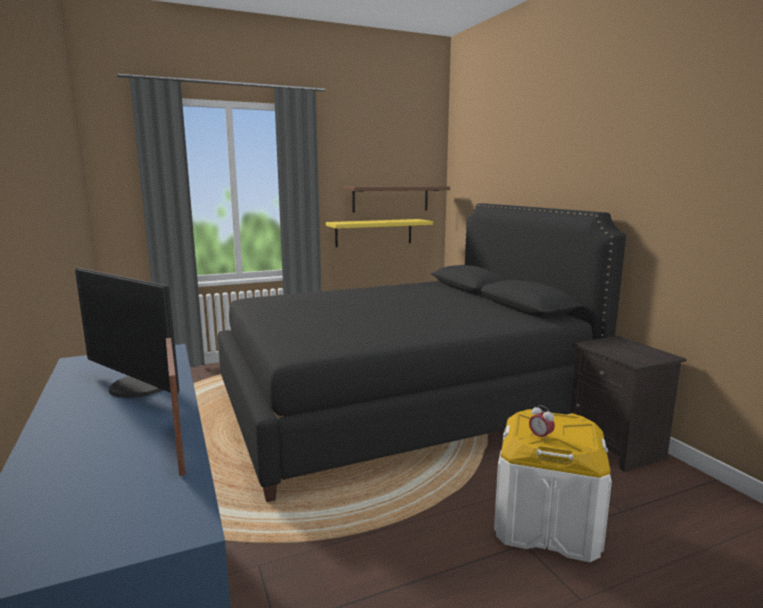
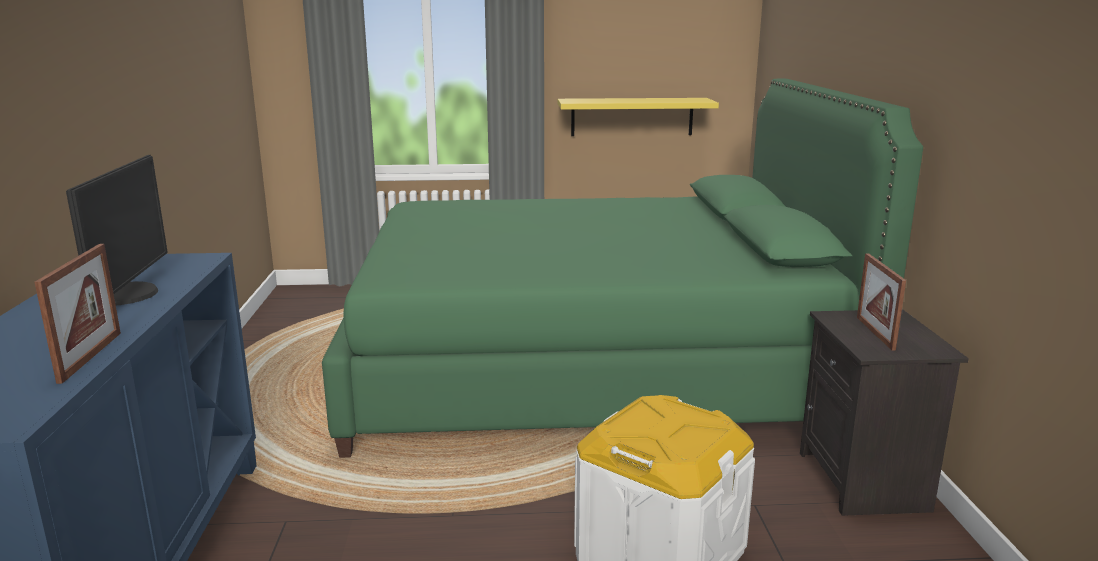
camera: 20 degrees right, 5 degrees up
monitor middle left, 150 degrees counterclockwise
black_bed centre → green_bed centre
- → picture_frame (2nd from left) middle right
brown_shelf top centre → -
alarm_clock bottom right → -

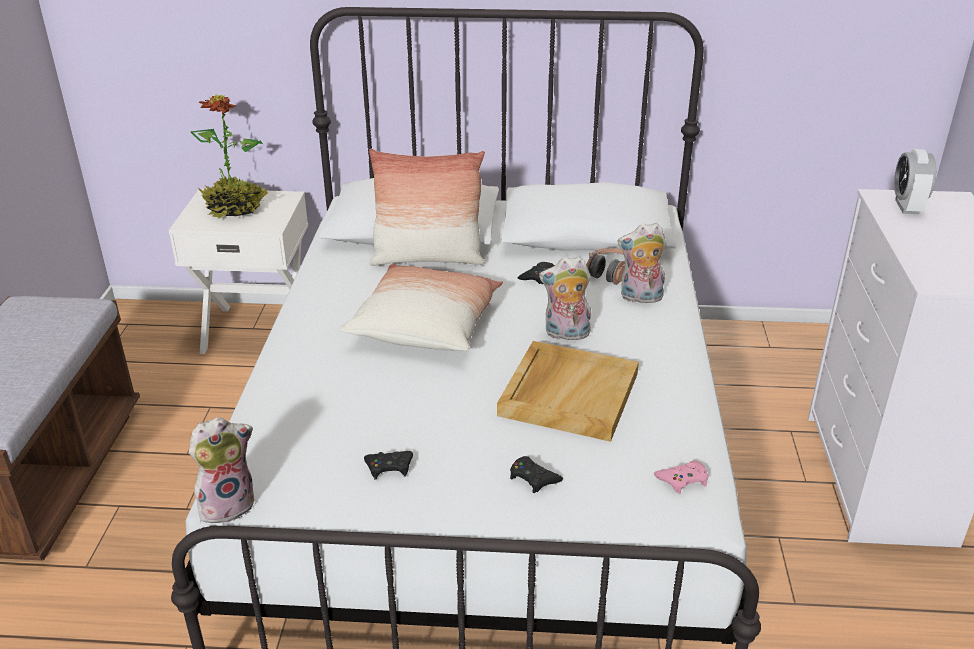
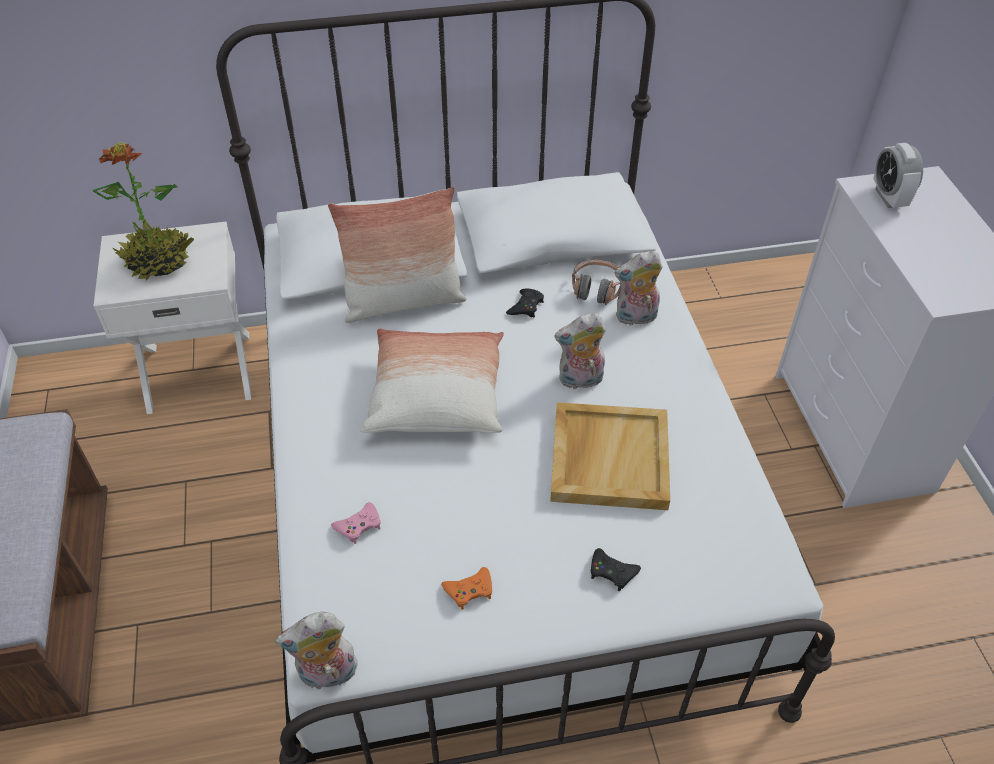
camera: 15 degrees left, 15 degrees up
plush_toy (1st from left) bottom left, 150 degrees counterclockwise
pink_game_controller bottom right → pink_game_controller bottom centre, move
black_game_controller (1st from left) bottom centre → orange_game_controller bottom centre

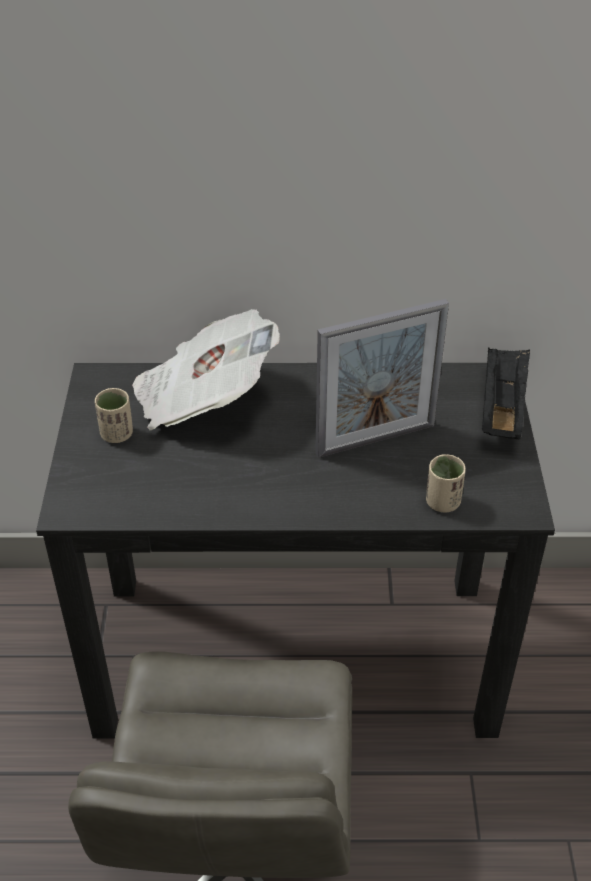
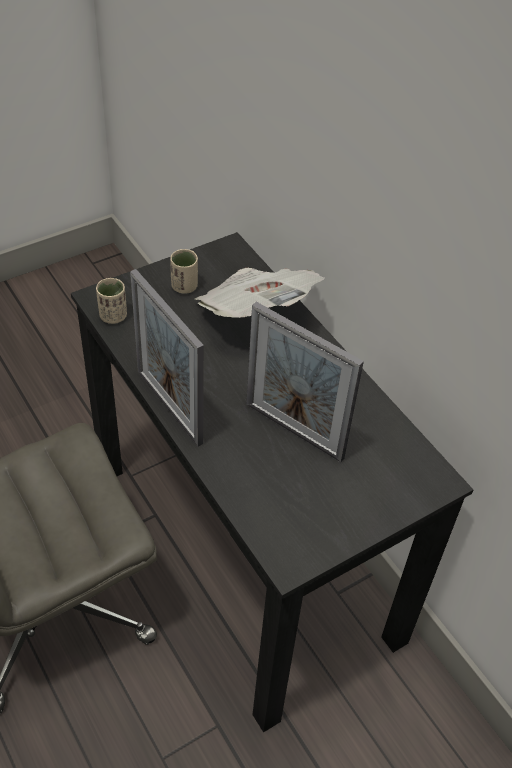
camera: 55 degrees right, 5 degrees up
beige_cup (2nd from left in the first image) middle right → beige_cup (1st from left) middle left, move
- → picture_frame (1st from left) middle left
black_tray middle right → -

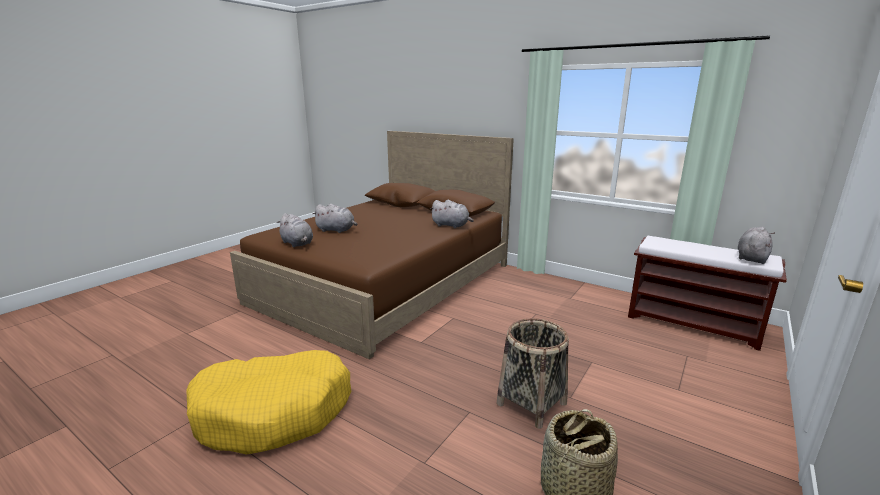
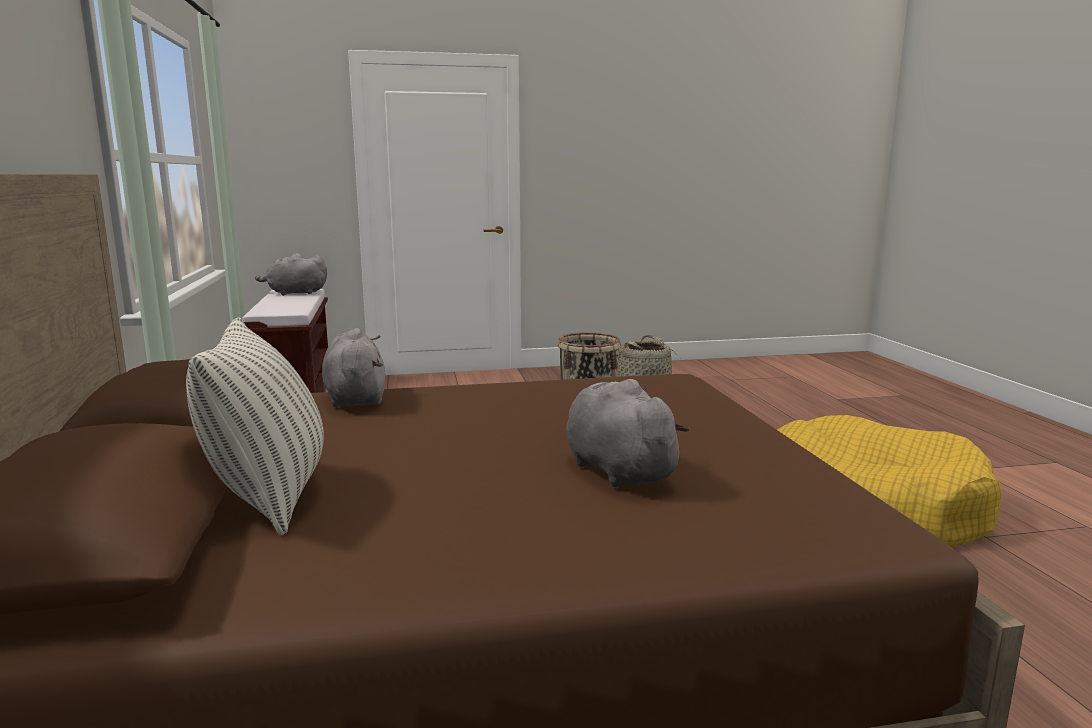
camera: 135 degrees left, 5 degrees down
- → pillow middle left
grey_plush_toy (1st from left) centre → -

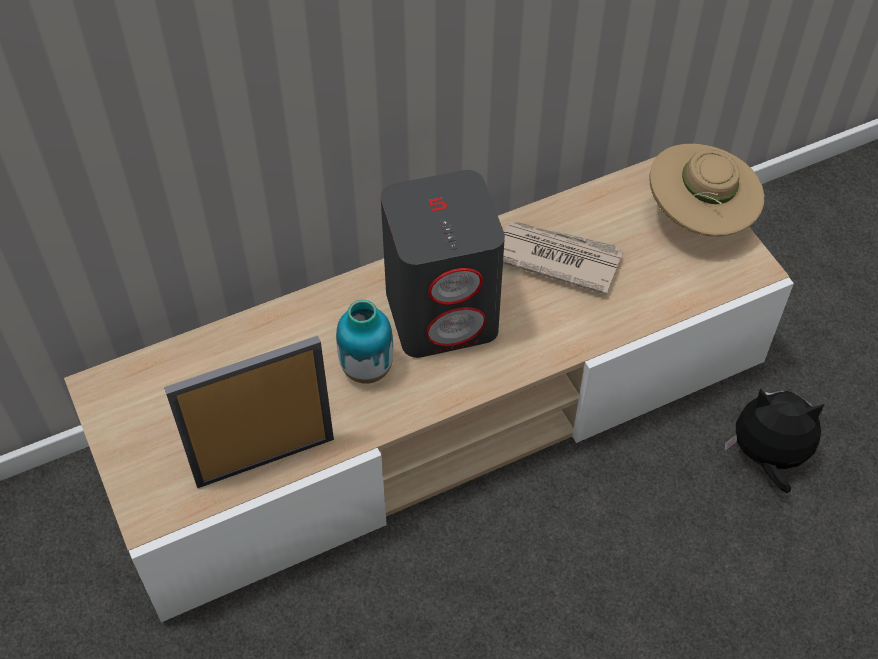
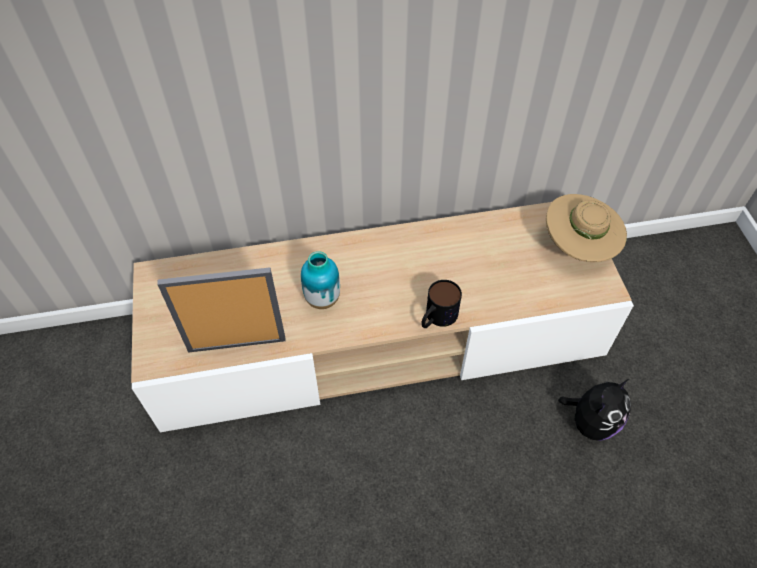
camera: 15 degrees right, 0 degrees up
- → mug centre
plush_toy bottom right, 105 degrees clockwise
grey_speaker centre → -
newspaper centre → -

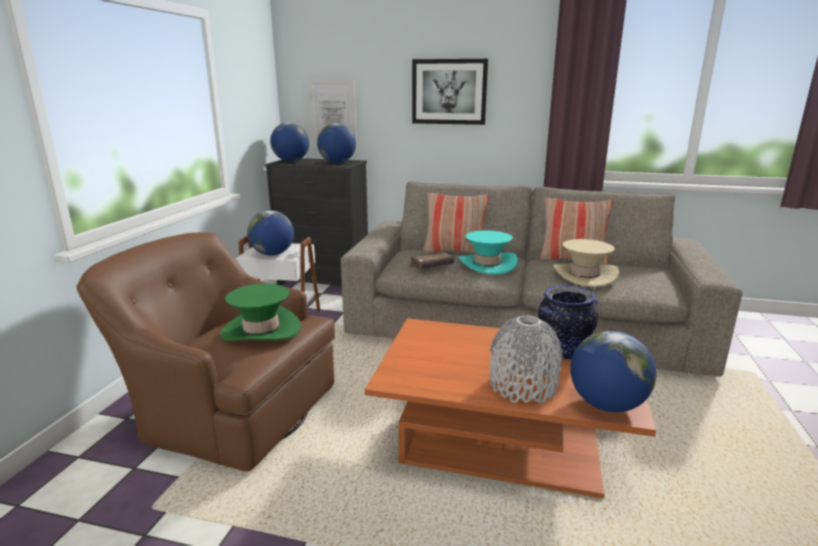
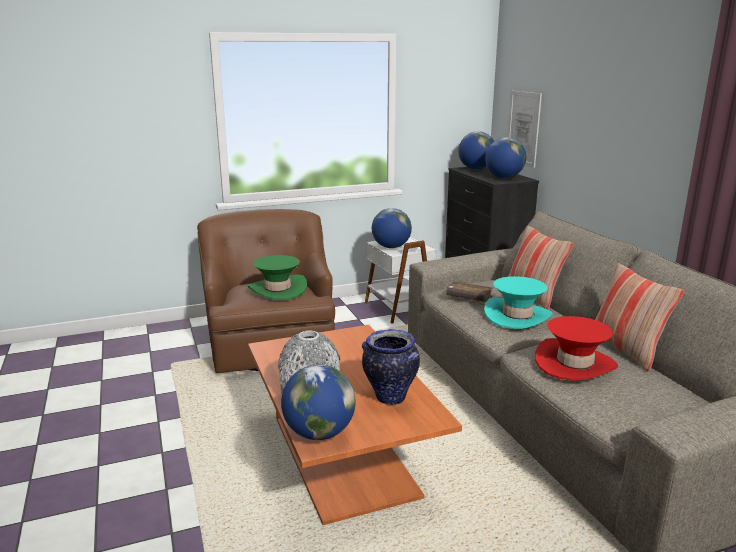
camera: 55 degrees right, 0 degrees up
beige_hat middle right → red_hat middle right
picture (2nd from left) top centre → -

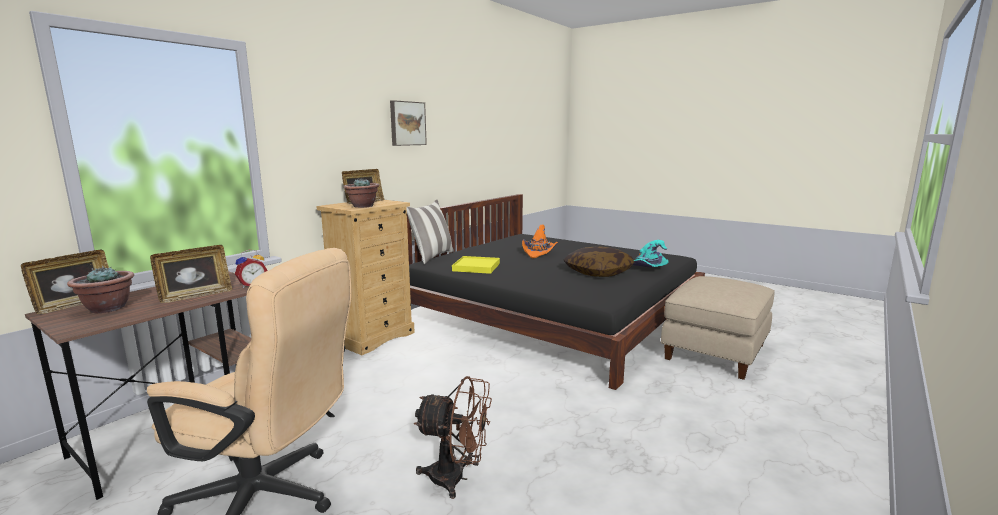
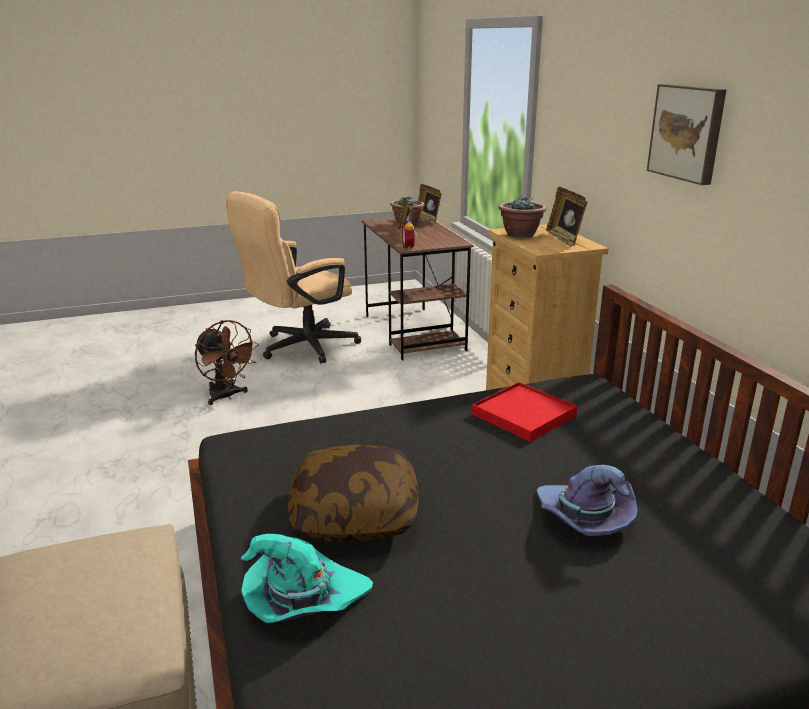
camera: 125 degrees right, 10 degrees up
brown_fan bottom centre → brown_fan middle left, 90 degrees counterclockwise
yellow_tray centre → red_tray centre
orange_hat centre → purple_hat bottom right
pillow (1st from left) centre → -

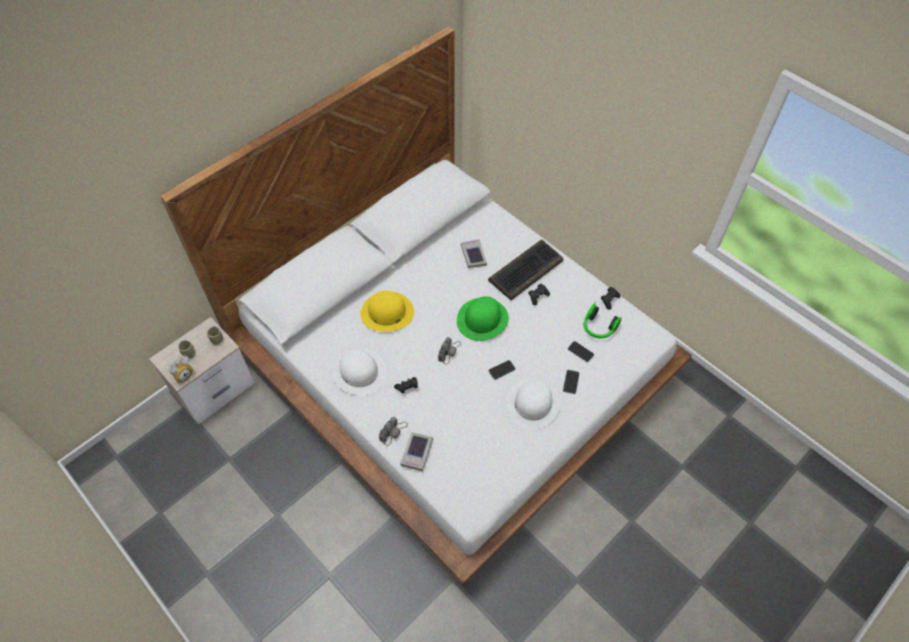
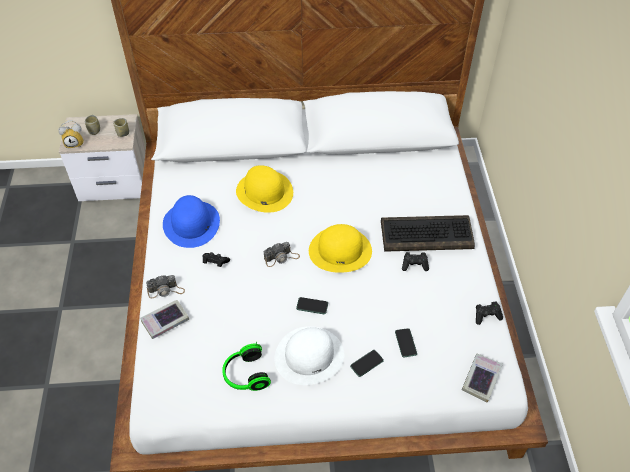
camera: 40 degrees right, 5 degrees down
white_hat (1st from left) centre → blue_hat middle left
headphones centre → headphones bottom centre, move
green_hat centre → yellow_hat (2nd from left) centre
book (2nd from left) centre → book (2nd from left) bottom right, move

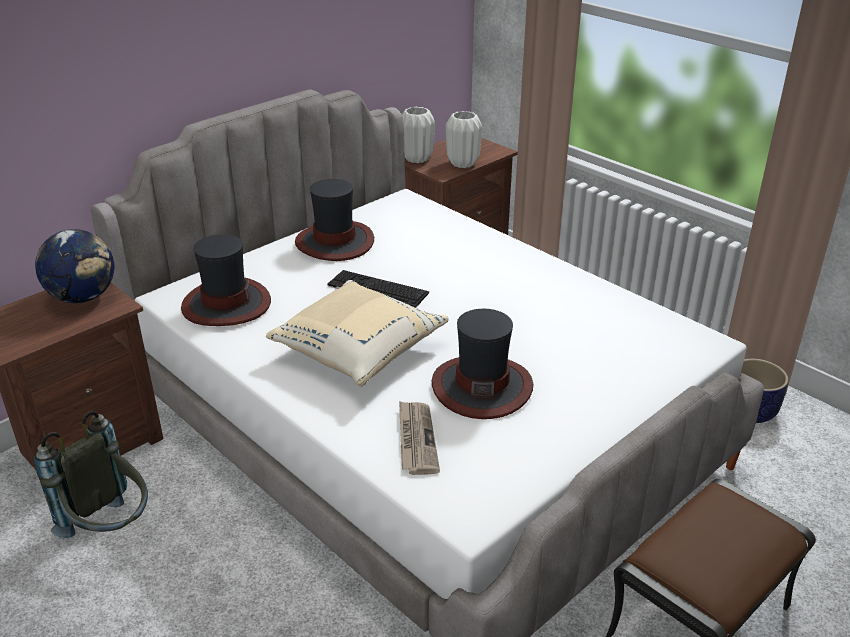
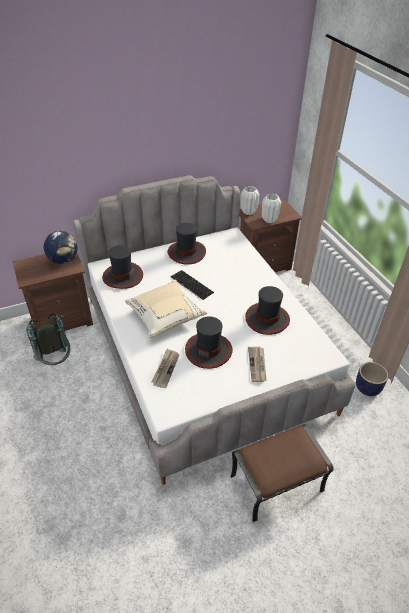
camera: 20 degrees right, 10 degrees up
- → hat (4th from left) centre
- → newspaper (2nd from left) centre

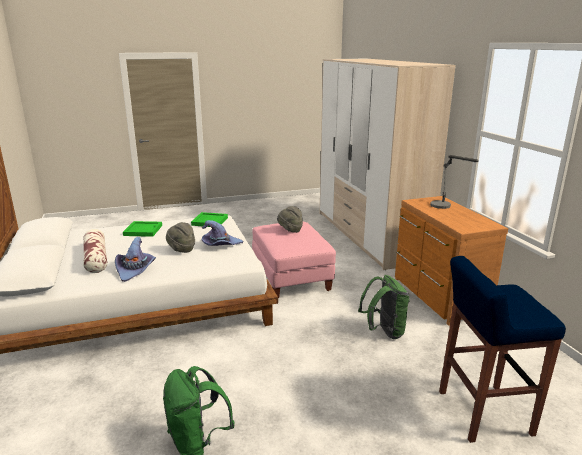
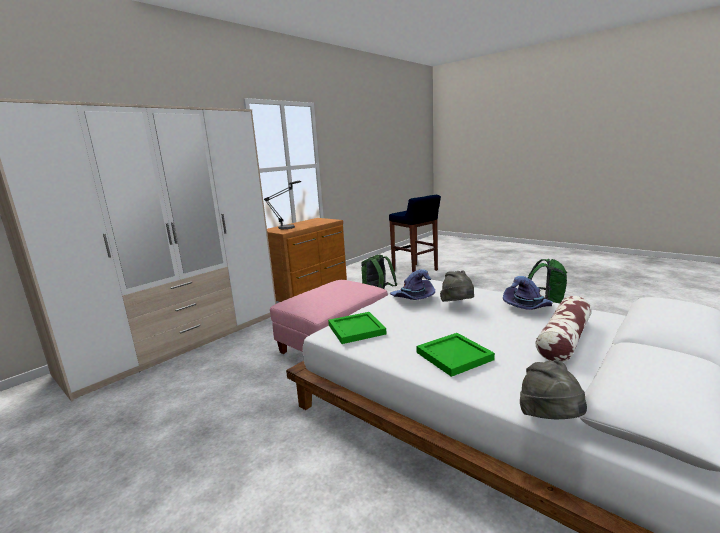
camera: 120 degrees left, 5 degrees down
grey_hat (2nd from left) centre → grey_hat (2nd from left) bottom right, move

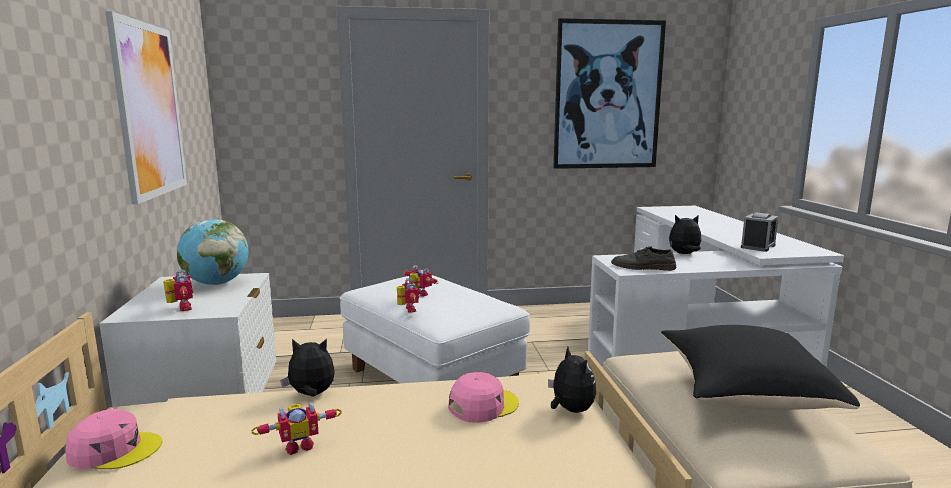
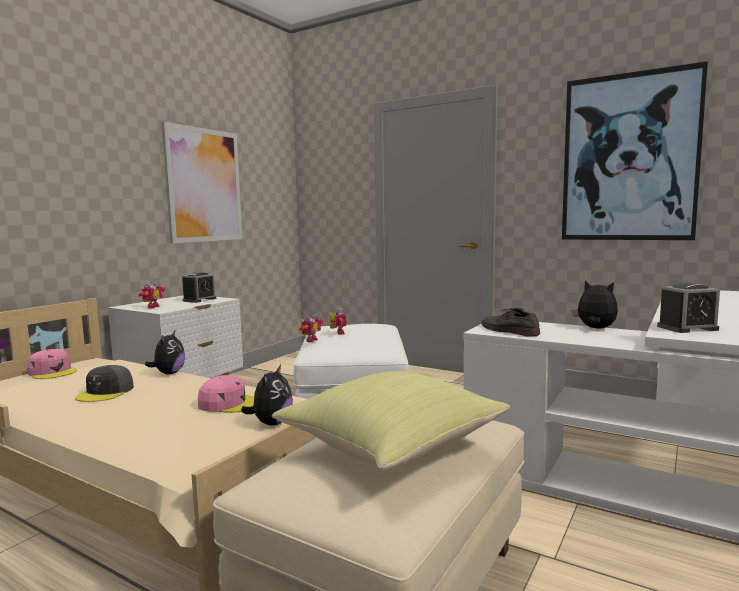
camera: 40 degrees right, 5 degrees down
toy_robot (2nd from left) bottom left → grey_cap middle left
plush_toy (1st from left) bottom left → plush_toy (1st from left) middle left, 60 degrees clockwise
globe middle left → alarm_clock (1st from left) middle left
black_pillow bottom right → yellow_pillow bottom centre

